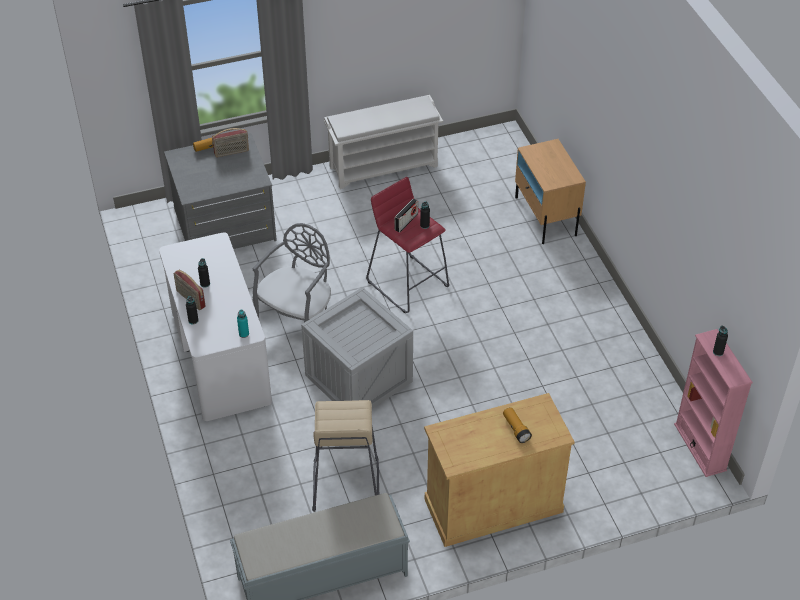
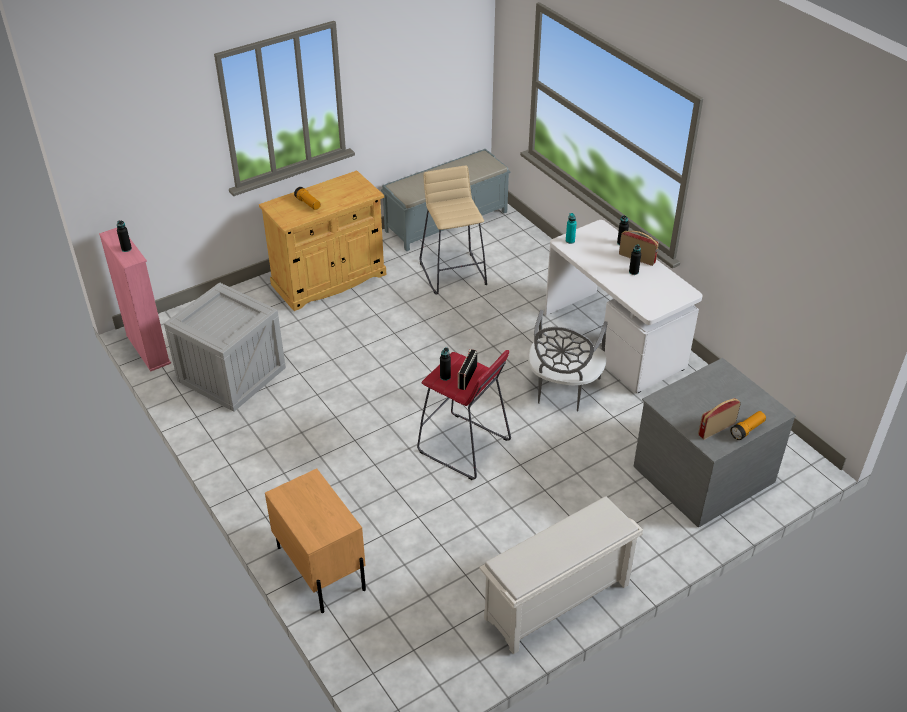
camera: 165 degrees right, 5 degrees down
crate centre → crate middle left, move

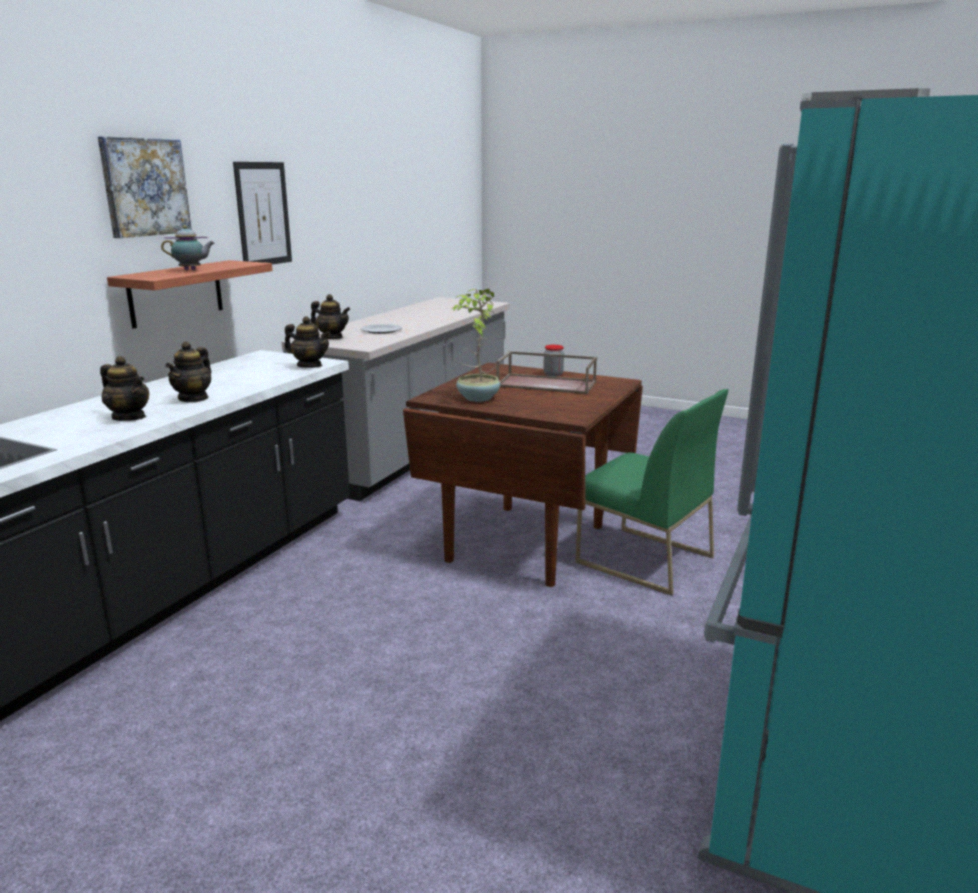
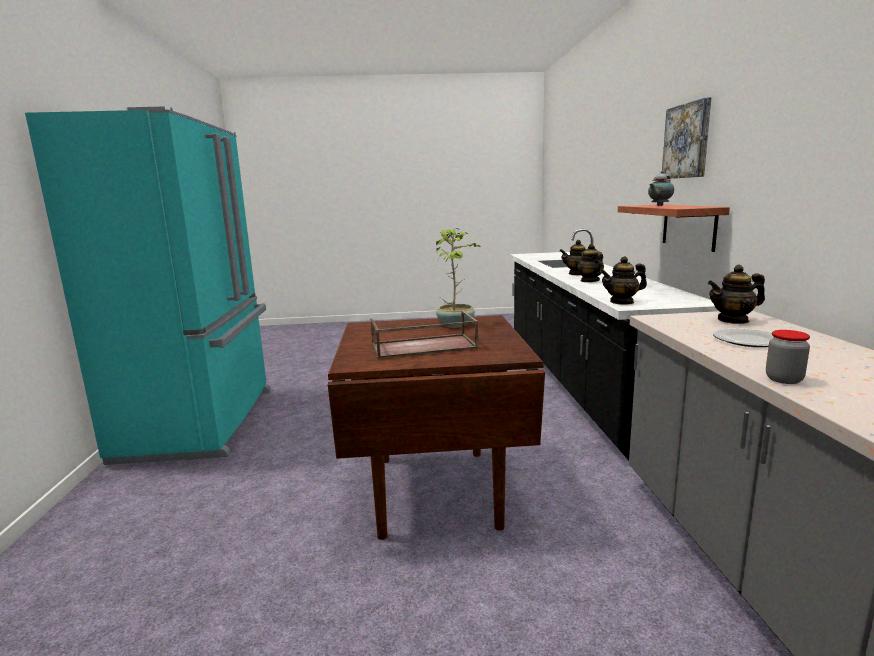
camera: 150 degrees right, 5 degrees down
jar centre → jar middle right, move
picture (2nd from left) top left → -
green_chair middle right → -

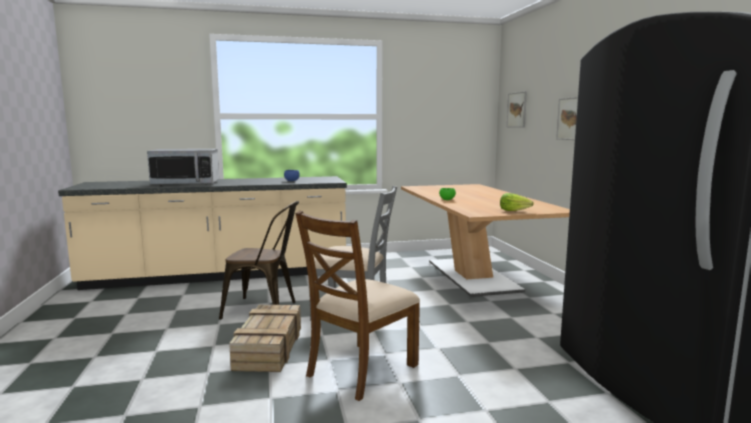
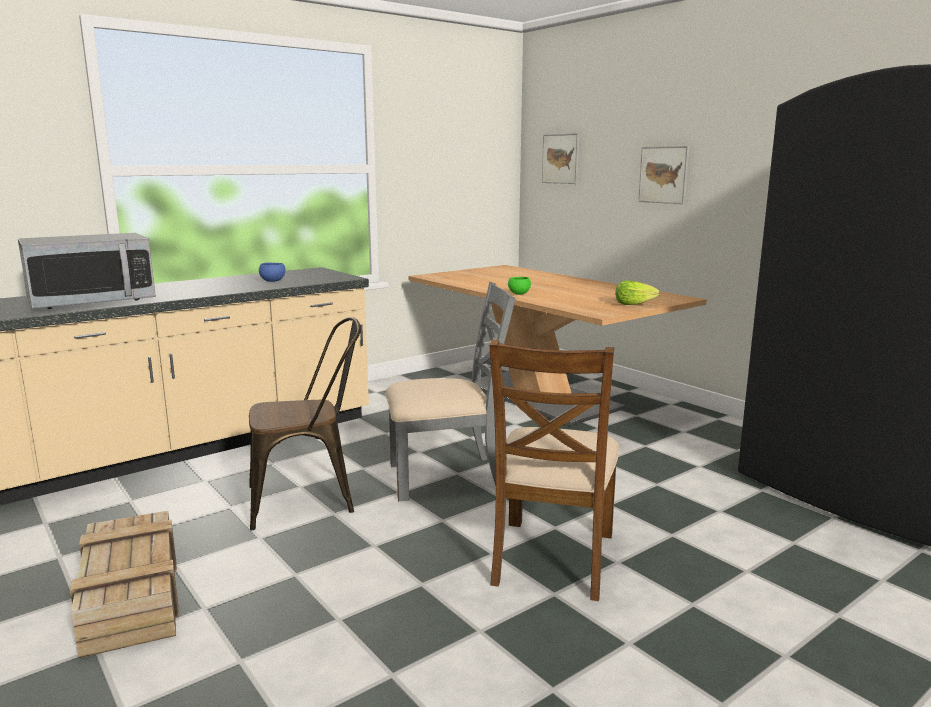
camera: 25 degrees left, 5 degrees up
crate bottom centre → crate bottom left, move

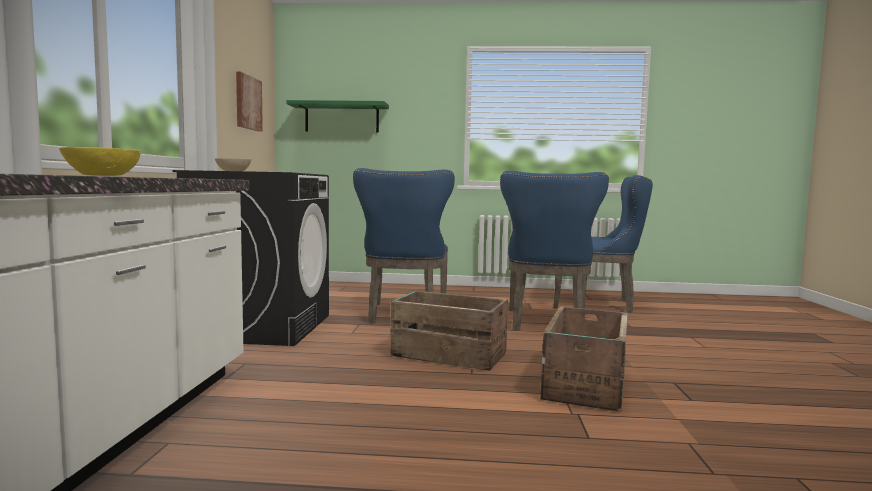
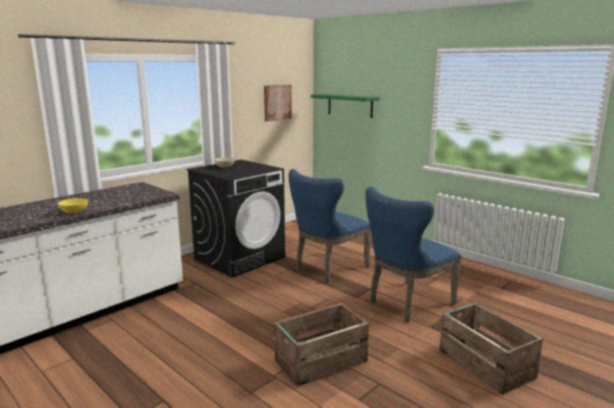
camera: 40 degrees right, 10 degrees up
crate (1st from left in the first image) bottom centre → crate (2nd from left) bottom right, move
blue_chair (3rd from left) middle right → -

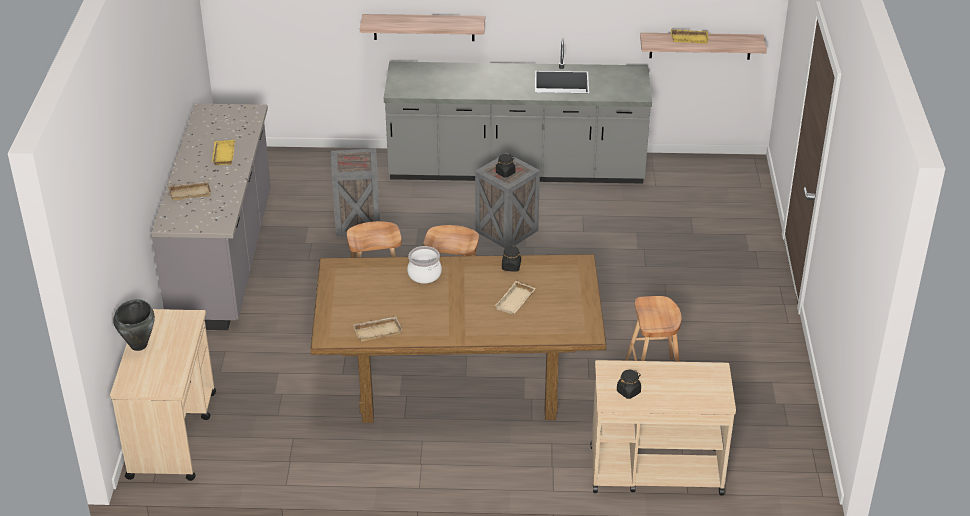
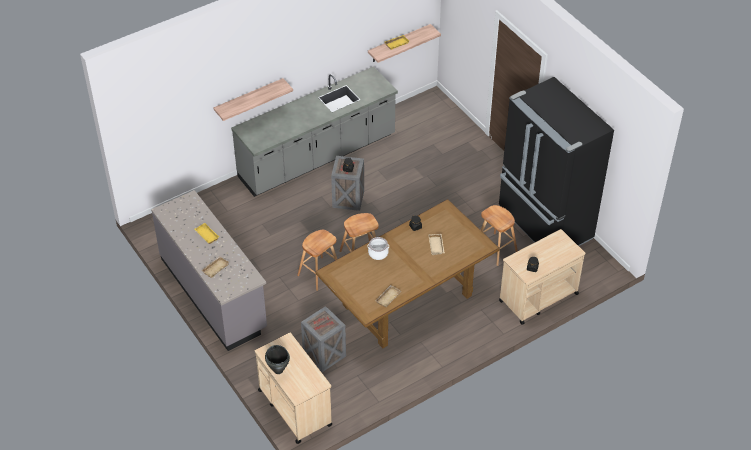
camera: 35 degrees left, 10 degrees up
crate (1st from left) centre → crate (1st from left) bottom centre, move
- → black_fridge middle right

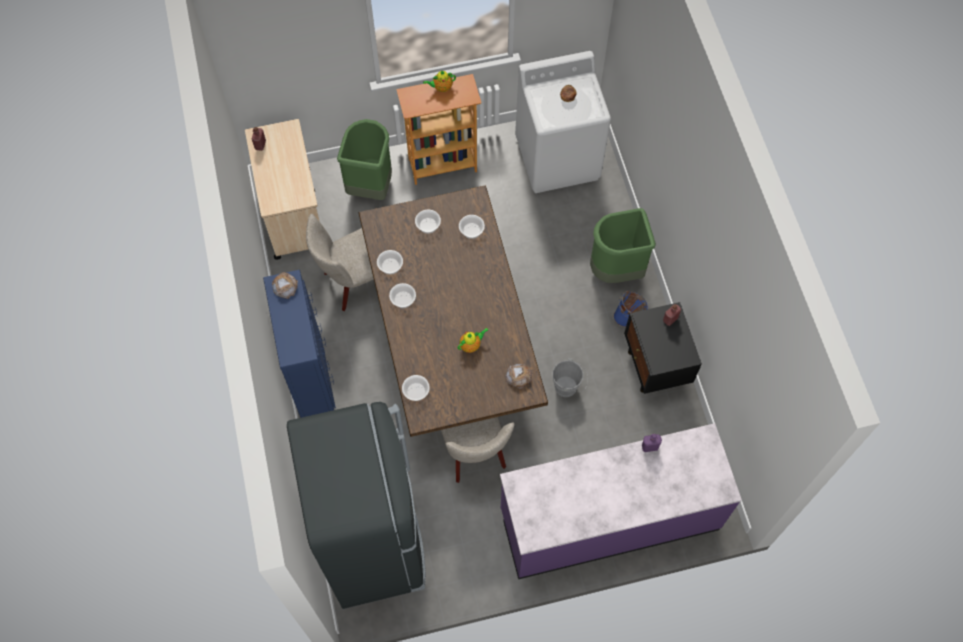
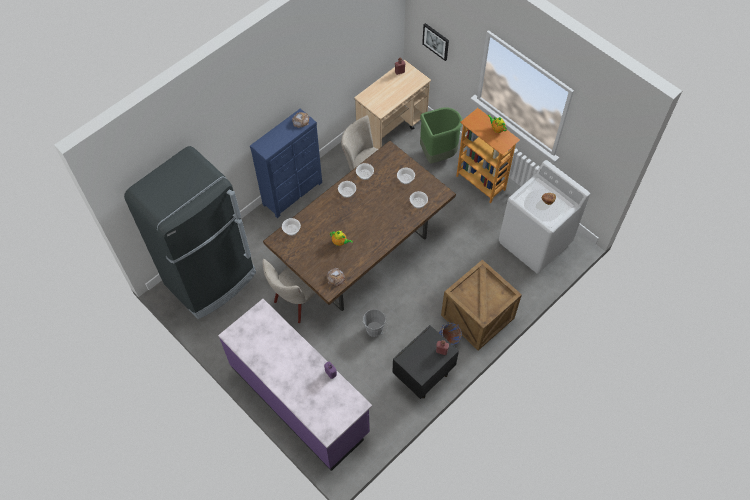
camera: 60 degrees right, 5 degrees down
- → picture top centre
green_trash_can (2nd from left) centre → crate centre

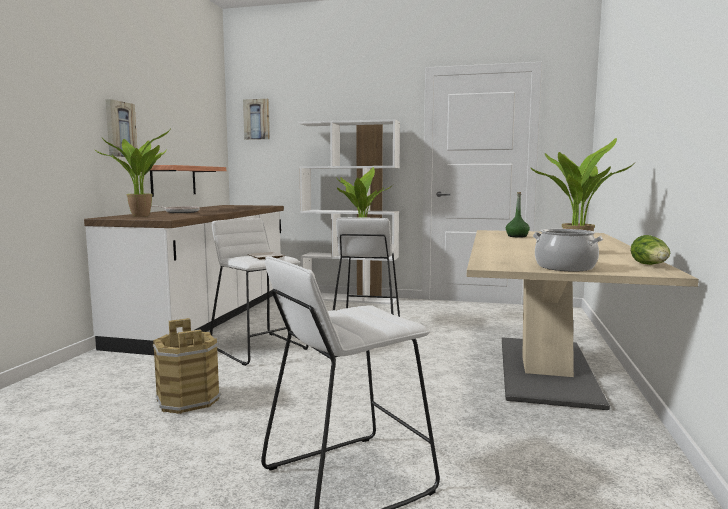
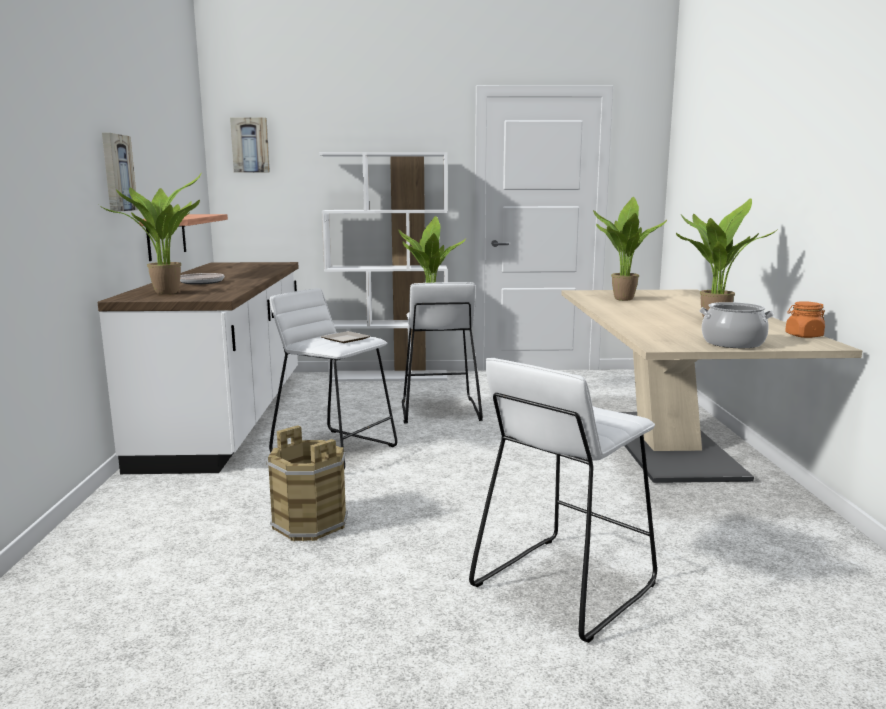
camera: 15 degrees left, 5 degrees up
green_bottle middle right → potted_plant (3rd from left) middle right
lettuce middle right → orange_jar middle right

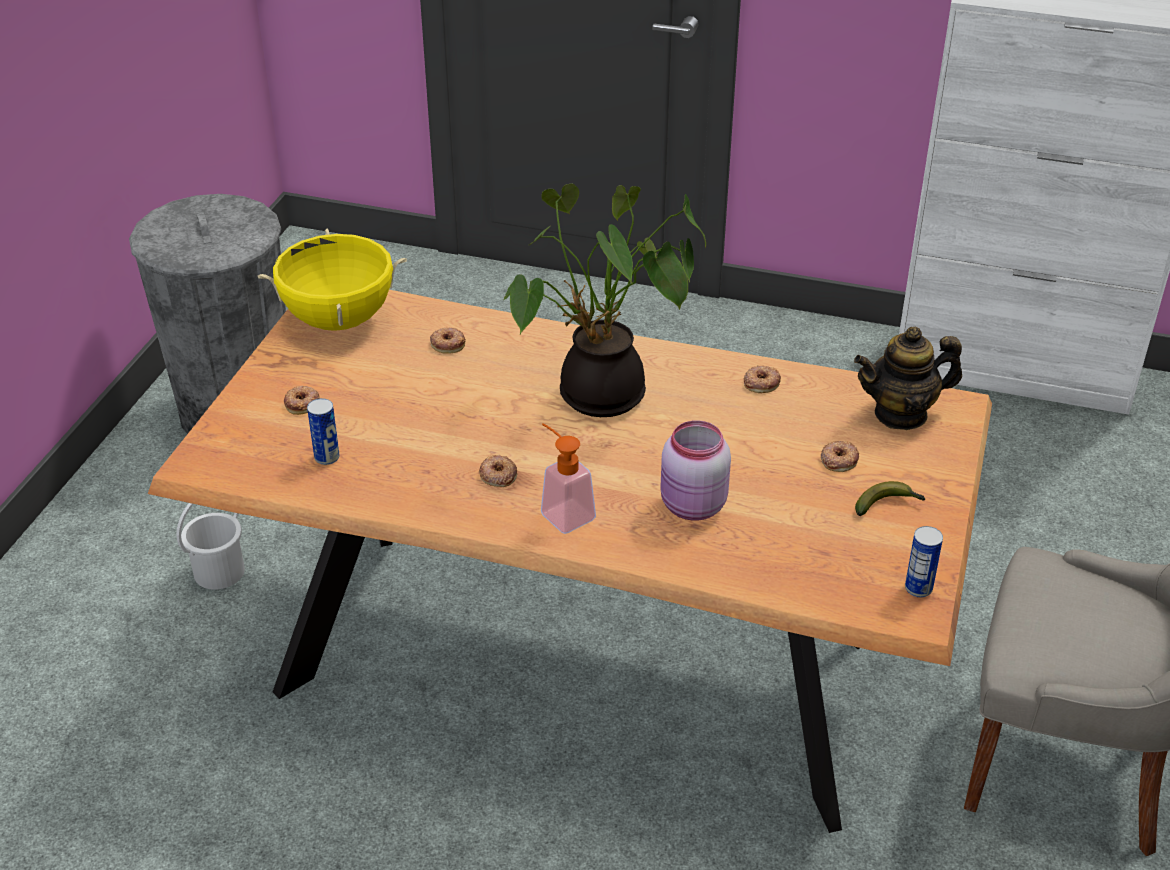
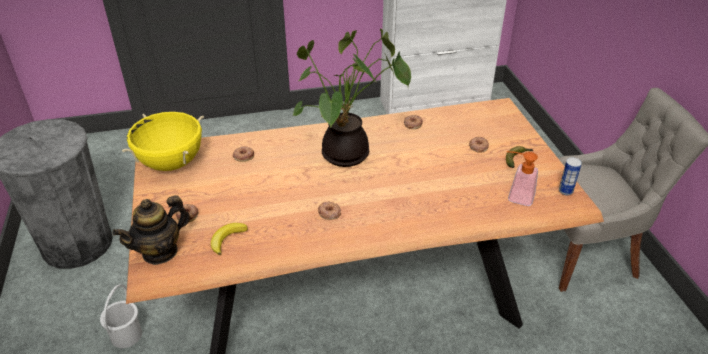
camera: 30 degrees left, 0 degrees up
teapot middle right → teapot middle left, move
can (1st from left) middle left → banana (1st from left) bottom left
soap_dispenser centre → soap_dispenser middle right, move
pink_jar centre → -

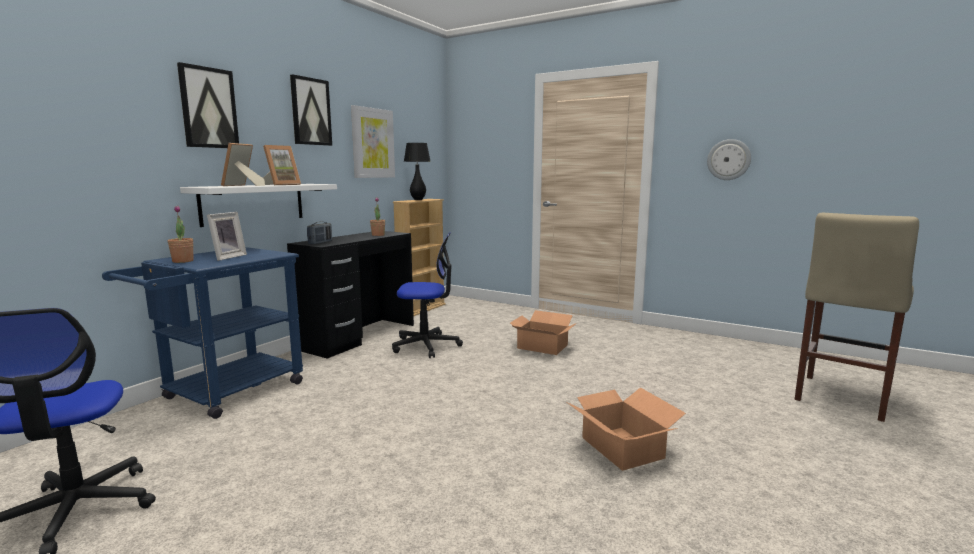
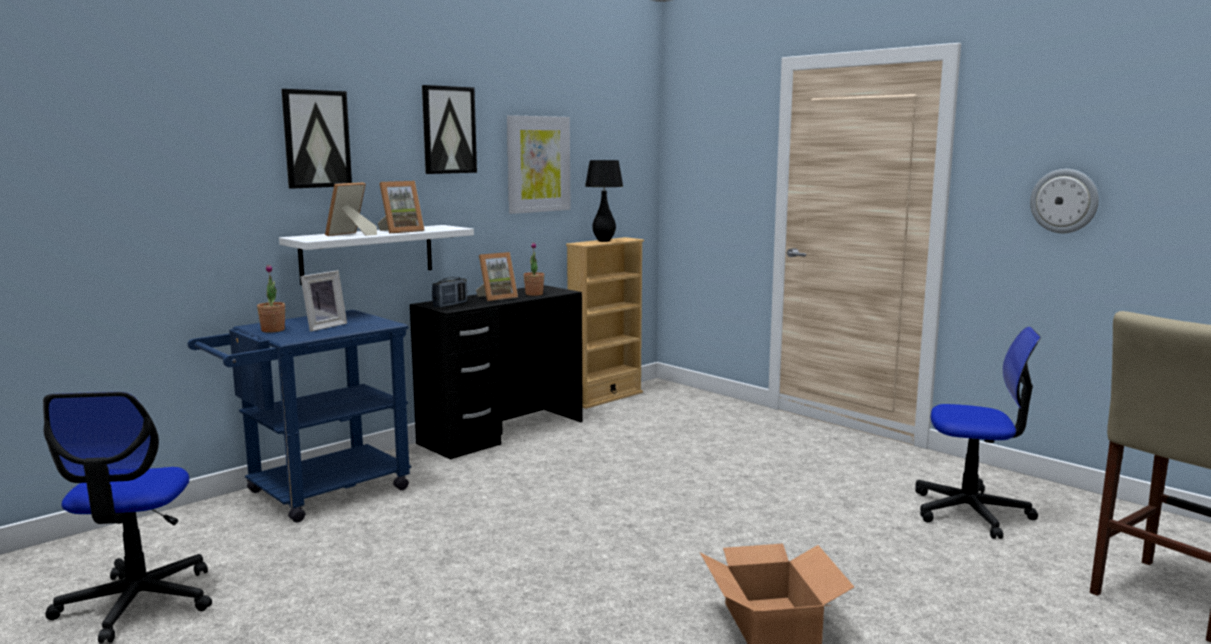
camera: 15 degrees right, 0 degrees up
- → picture_frame (4th from left) centre
office_chair (2nd from left) centre → office_chair (2nd from left) bottom right, move
cardboard_box (1st from left) centre → -

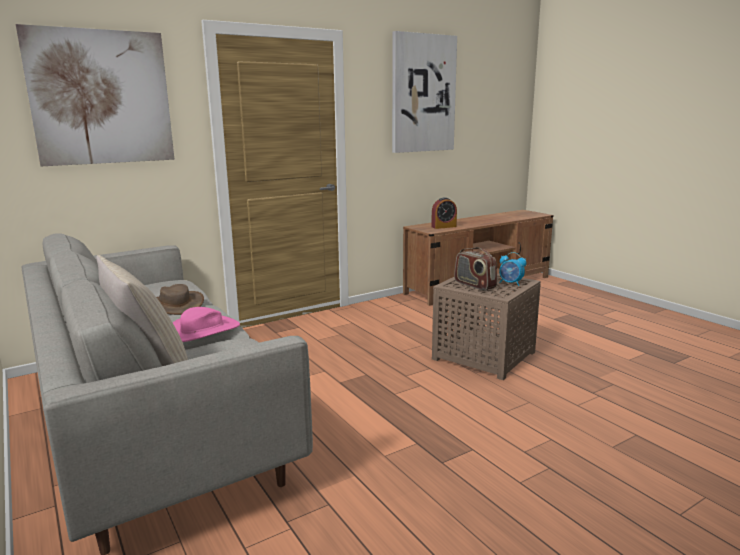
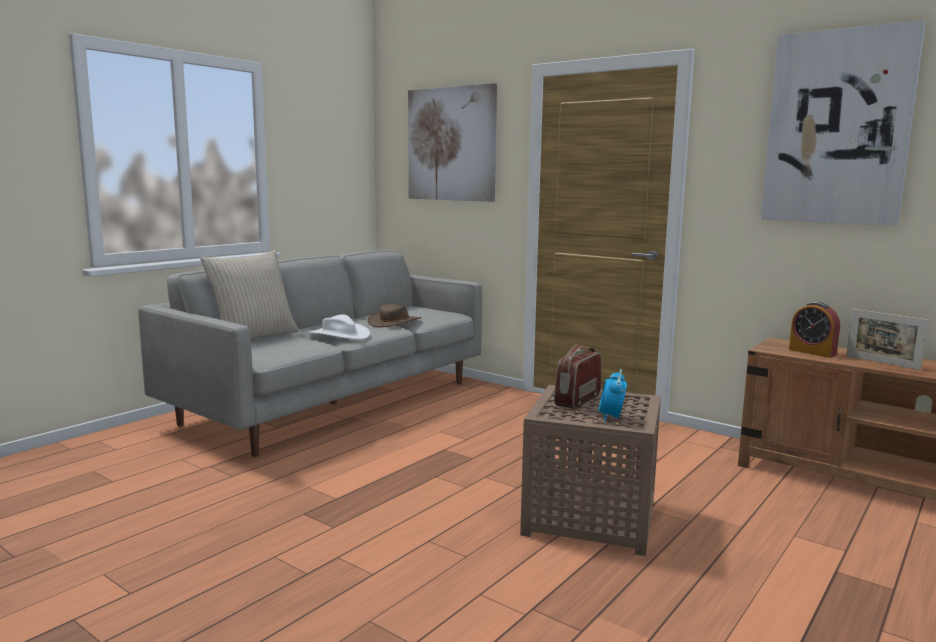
camera: 70 degrees right, 5 degrees down
pink_hat middle left → white_hat centre
- → picture_frame middle right

